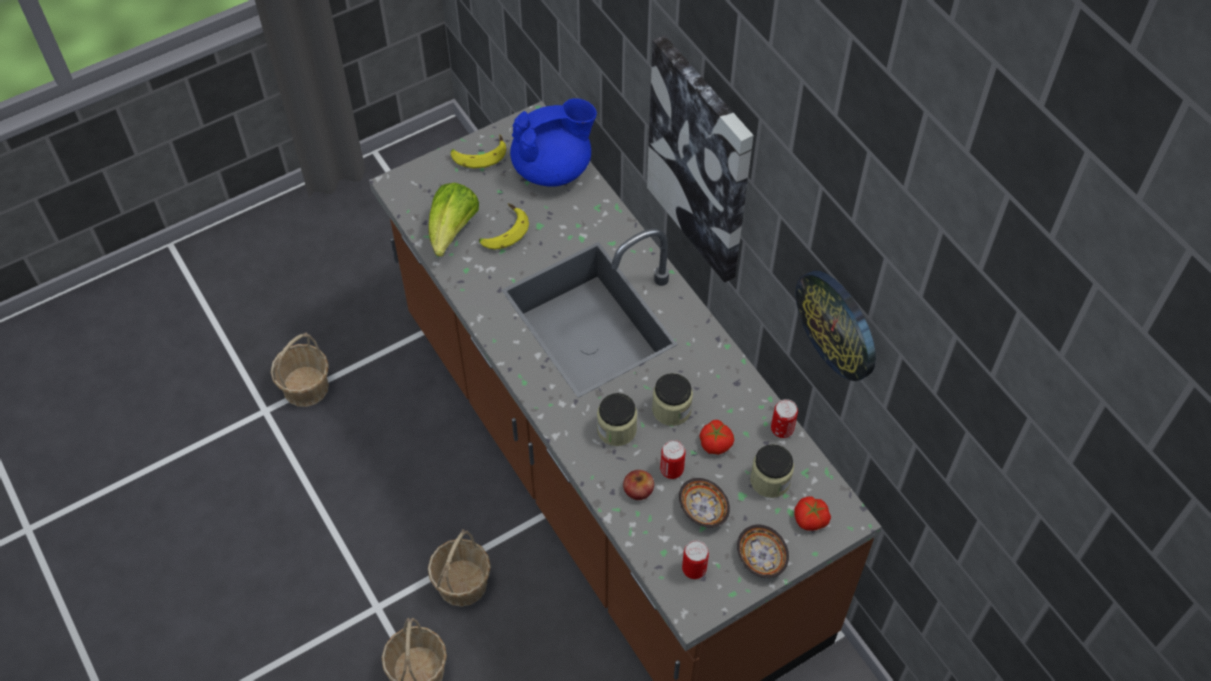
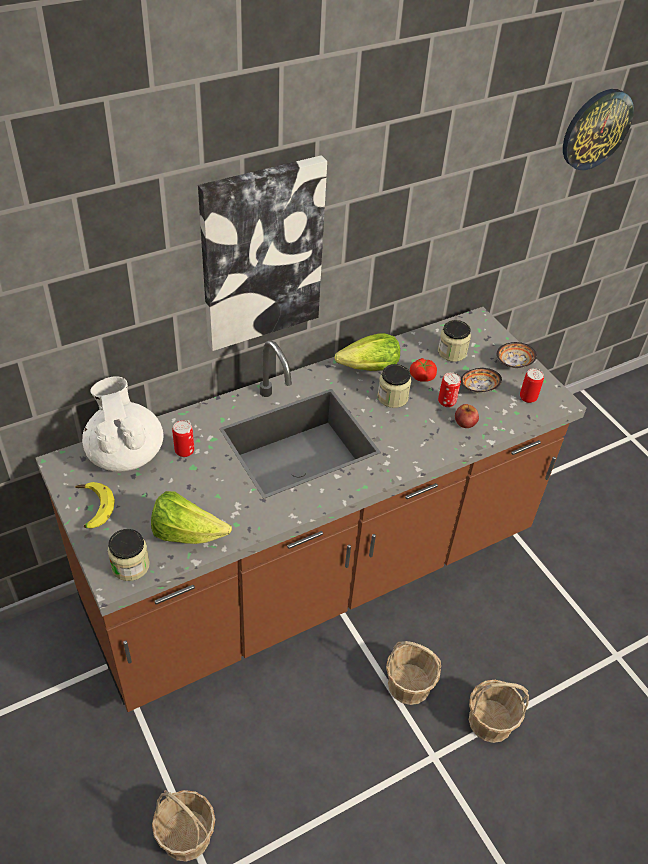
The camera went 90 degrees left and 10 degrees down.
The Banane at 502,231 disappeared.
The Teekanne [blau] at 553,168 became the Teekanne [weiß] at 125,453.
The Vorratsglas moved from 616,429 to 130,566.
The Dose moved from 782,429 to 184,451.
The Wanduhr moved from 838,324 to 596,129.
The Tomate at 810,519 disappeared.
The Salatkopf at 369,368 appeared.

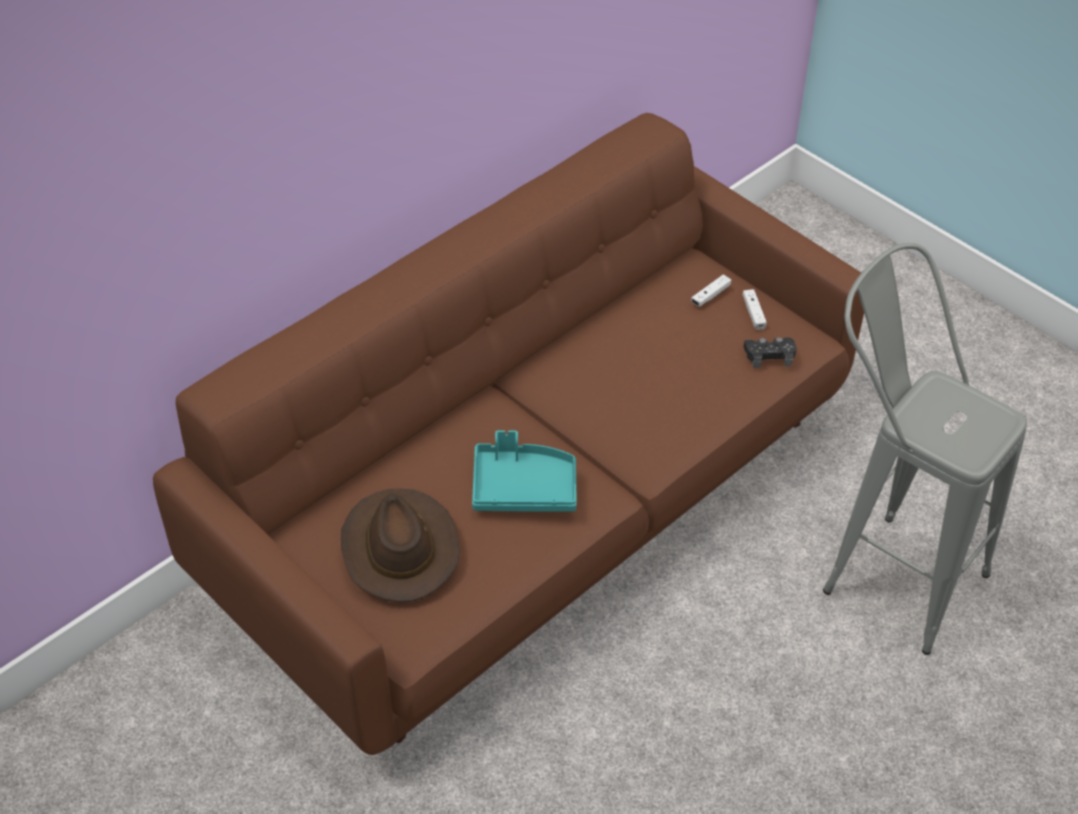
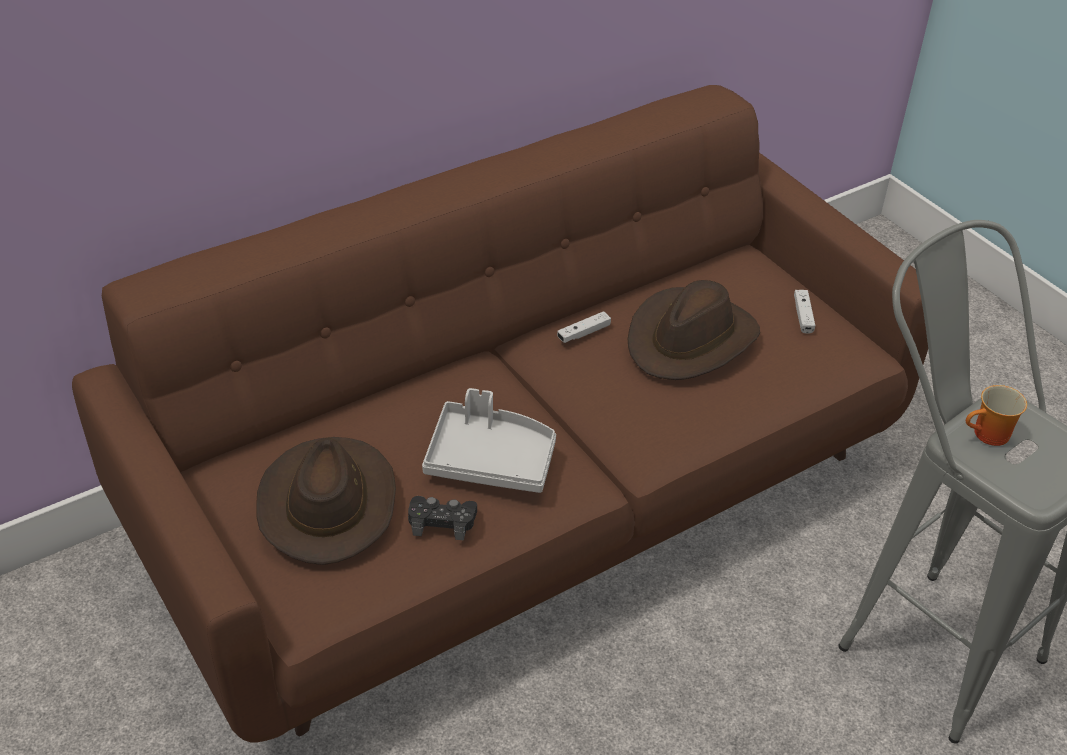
The camera went 10 degrees right and 5 degrees down.
The Tablett [türkis] at 523,487 became the Tablett [grau] at 490,459.
The Gamepad [weiß] moved from 710,295 to 583,333.
The Gamepad [schwarz] moved from 769,355 to 442,521.
The Hut [braun] at 691,339 appeared.
The Henkelbecher at 989,436 appeared.

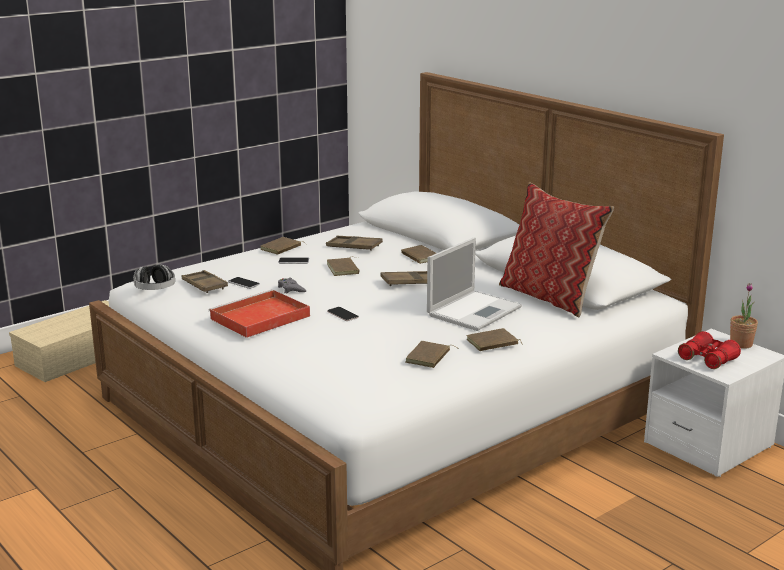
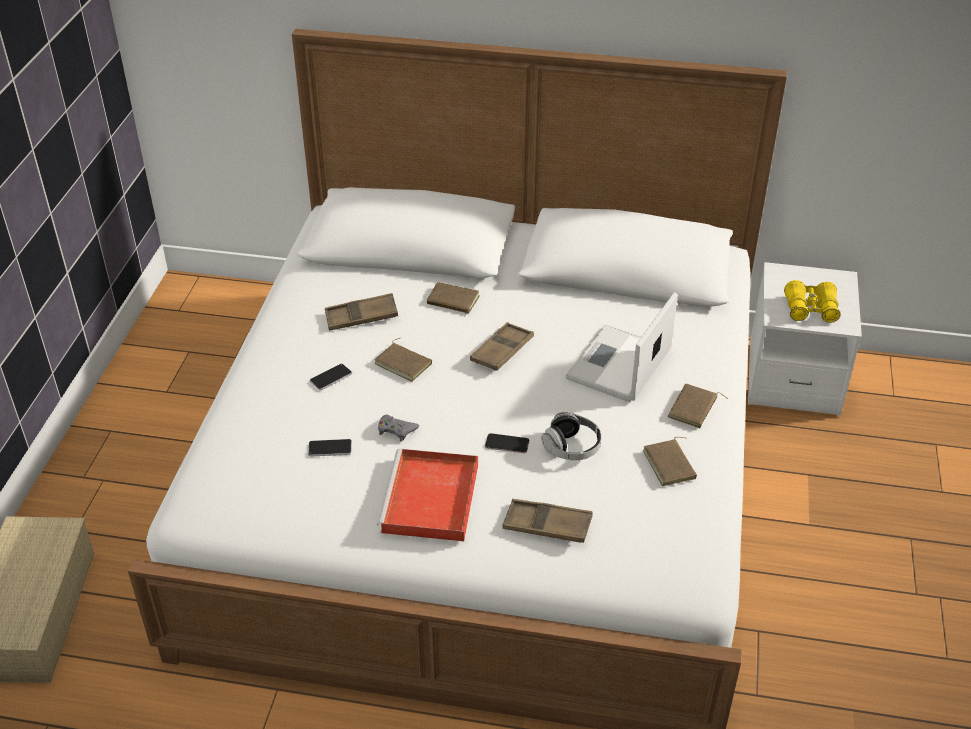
The camera went 40 degrees left and 20 degrees up.
The Kopfhörer moved from 155,289 to 572,447.
The Tablett [braun] moved from 204,285 to 547,525.
The Buch [braun] at 281,248 disappeared.
The Laptop at 475,310 turned 150 degrees counterclockwise.
The Kissen at 550,297 disappeared.
The Fernglas [rot] at 707,359 became the Fernglas [gelb] at 810,309.
The Topfpflanze at 741,344 disappeared.

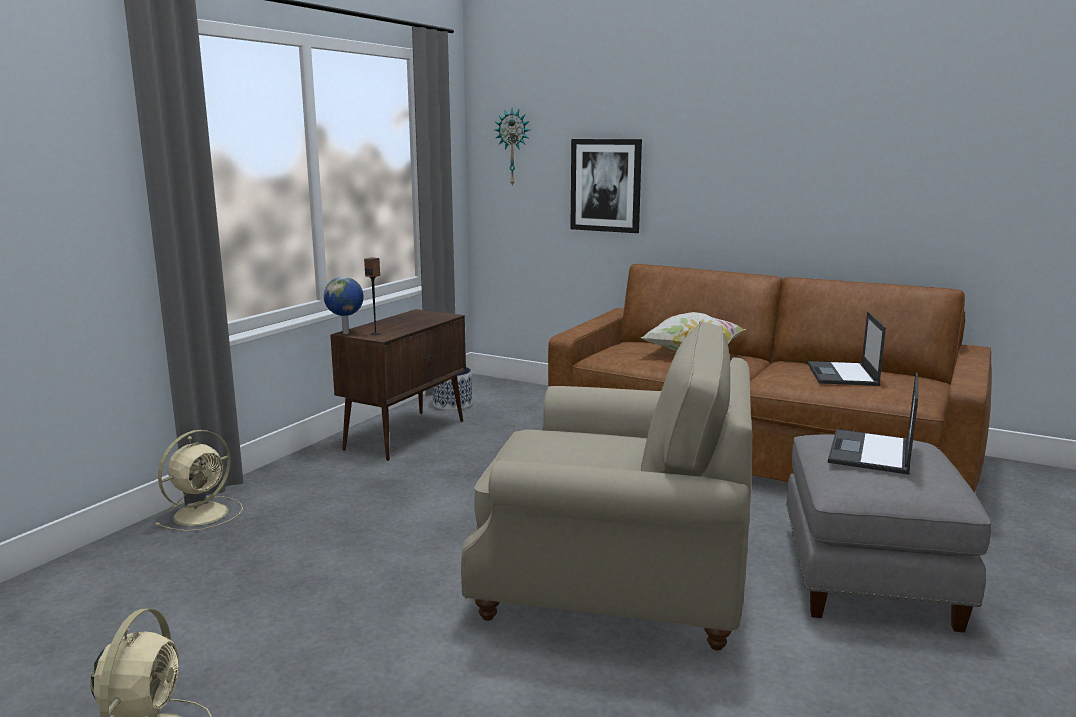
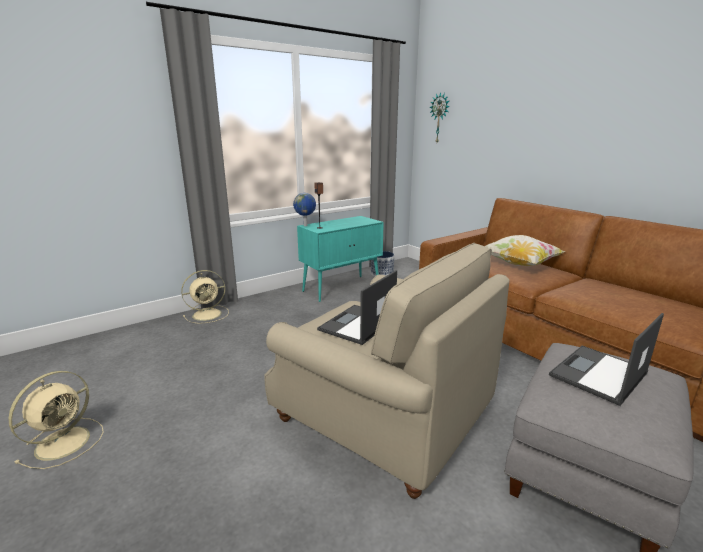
The camera went 25 degrees right and 5 degrees up.
The Schrank [braun] at 406,434 became the Schrank [türkis] at 342,288.
The Bild at 606,185 disappeared.
The Laptop moved from 843,374 to 357,325.

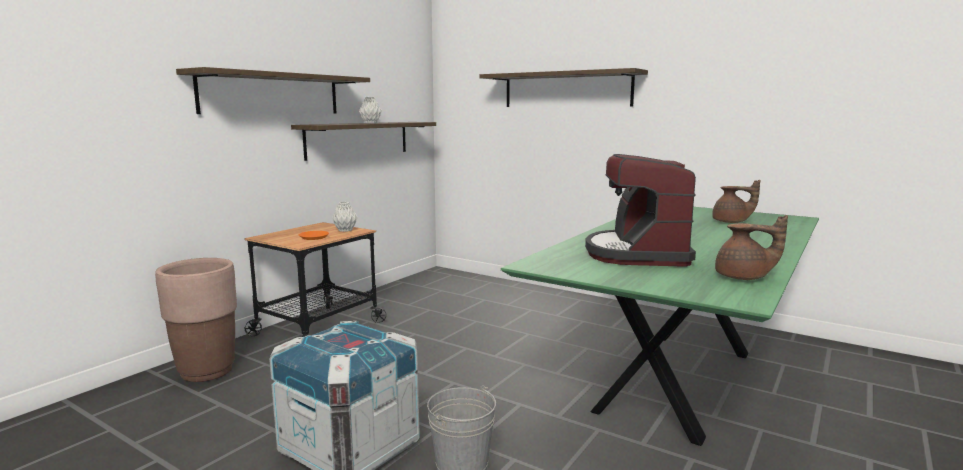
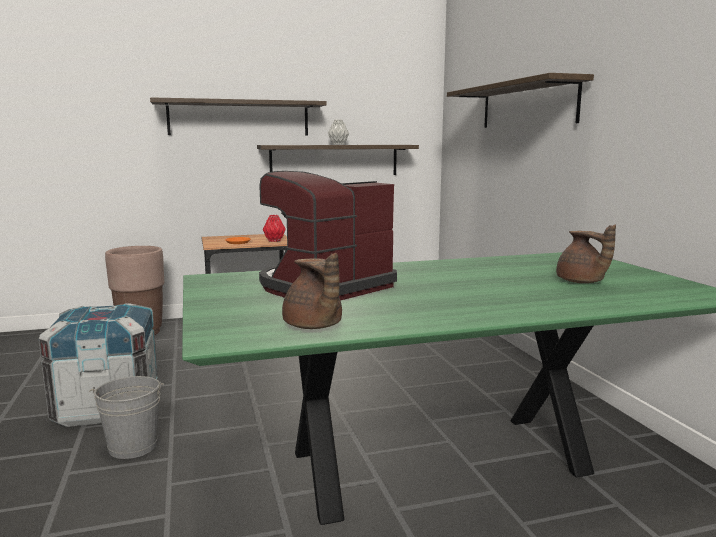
The camera went 40 degrees right and 0 degrees up.
The Vase [grau] at 345,230 became the Vase [rot] at 274,241.

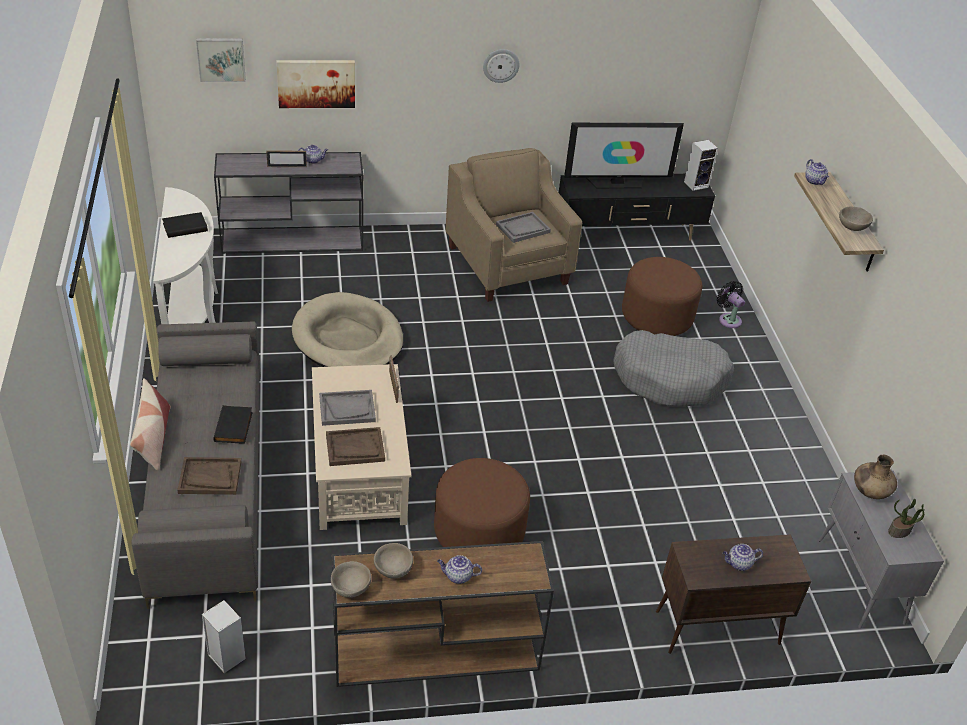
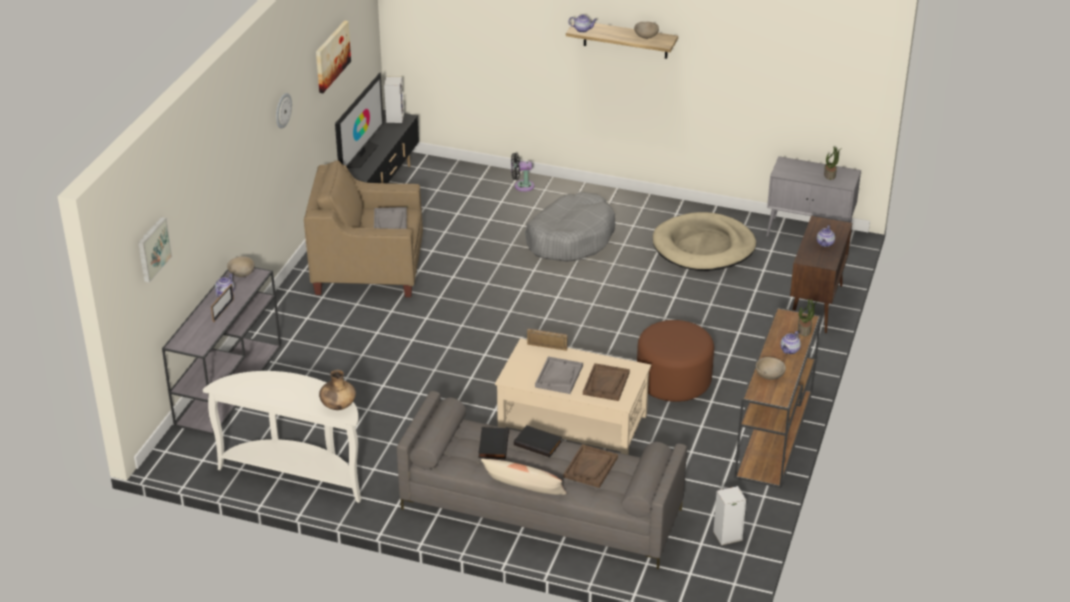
The camera went 60 degrees left and 5 degrees down.
The Buch [schwarz] moved from 185,226 to 492,445.
The Bild moved from 316,83 to 331,56.
The Hundebett [beige] moved from 348,338 to 703,246.
The Schüssel [beige] moved from 350,587 to 241,274.
The Polsterhocker [braun] at 657,316 disappeared.
The Vase [braun] moved from 869,491 to 338,406.
The Topfpflanze at 804,330 appeared.

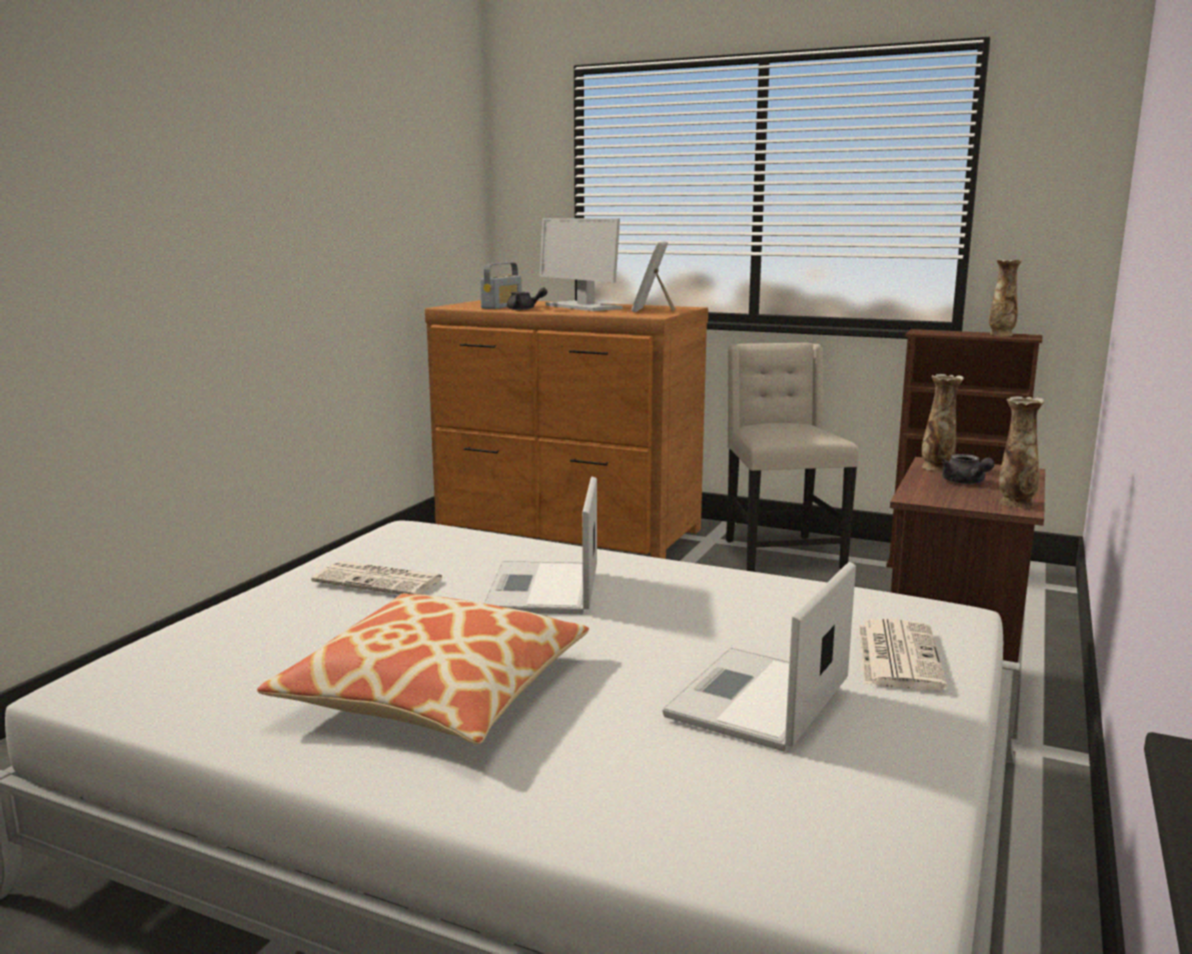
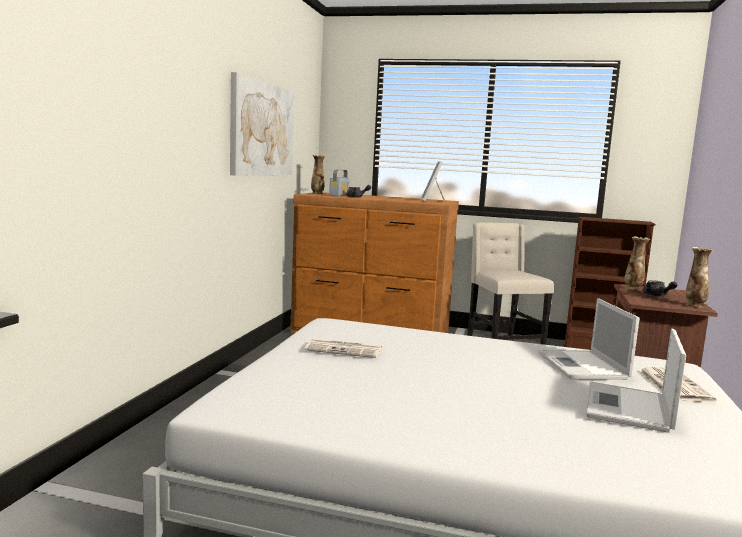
The camera went 10 degrees left and 5 degrees down.
The Kissen at 437,691 disappeared.
The Laptop moved from 543,590 to 583,366.
The Monitor at 582,307 disappeared.
The Vase moved from 1001,334 to 317,194.
The Bild at 262,129 appeared.

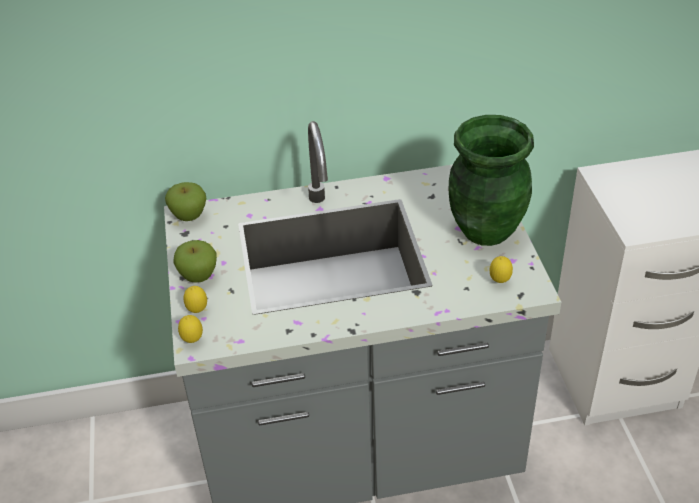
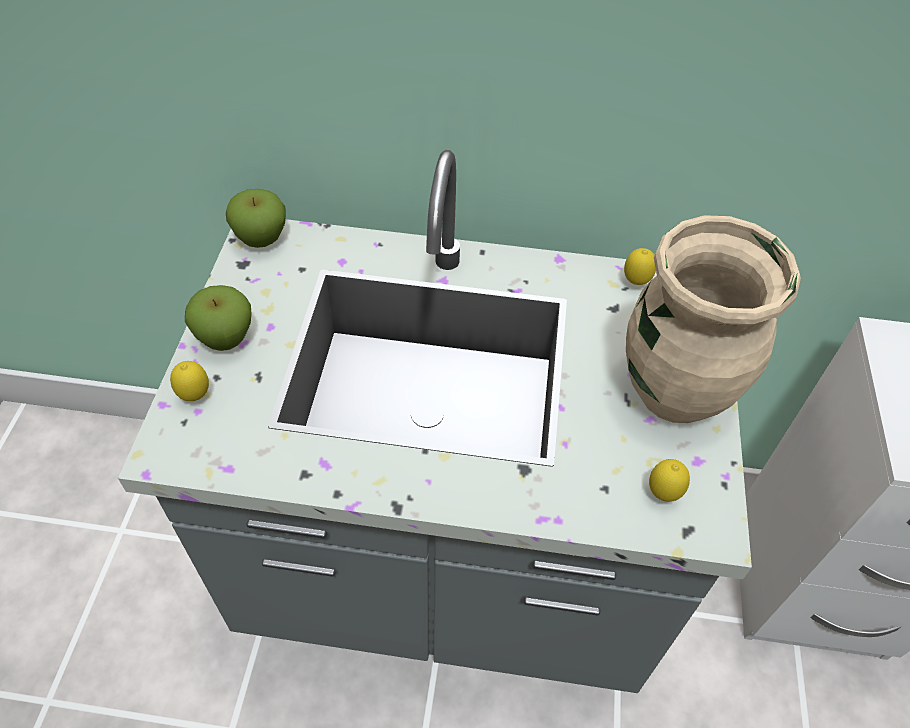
The camera went 15 degrees right and 10 degrees up.
The Zitrone moved from 192,341 to 635,282.
The Vase [grün] at 486,229 became the Vase [beige] at 675,391.

